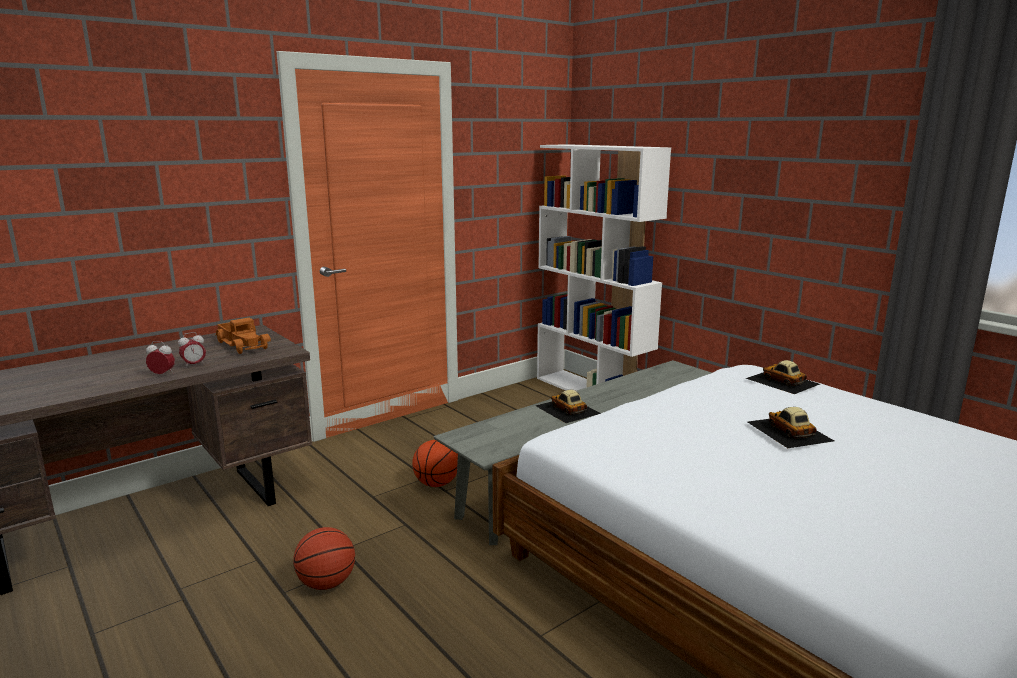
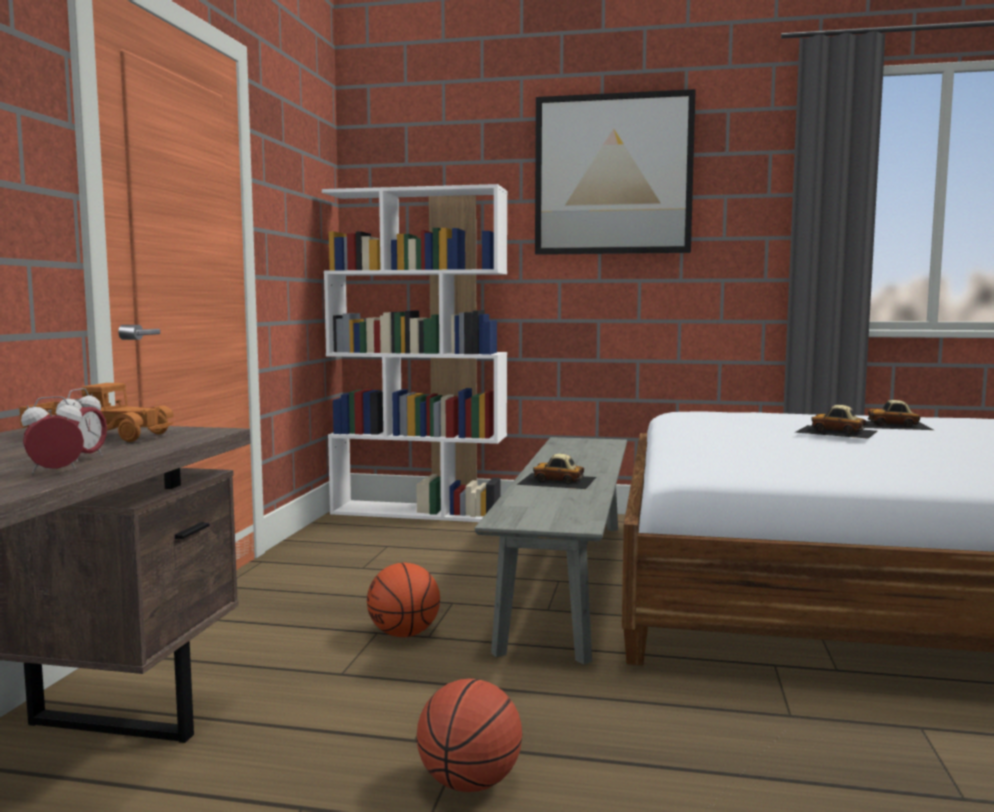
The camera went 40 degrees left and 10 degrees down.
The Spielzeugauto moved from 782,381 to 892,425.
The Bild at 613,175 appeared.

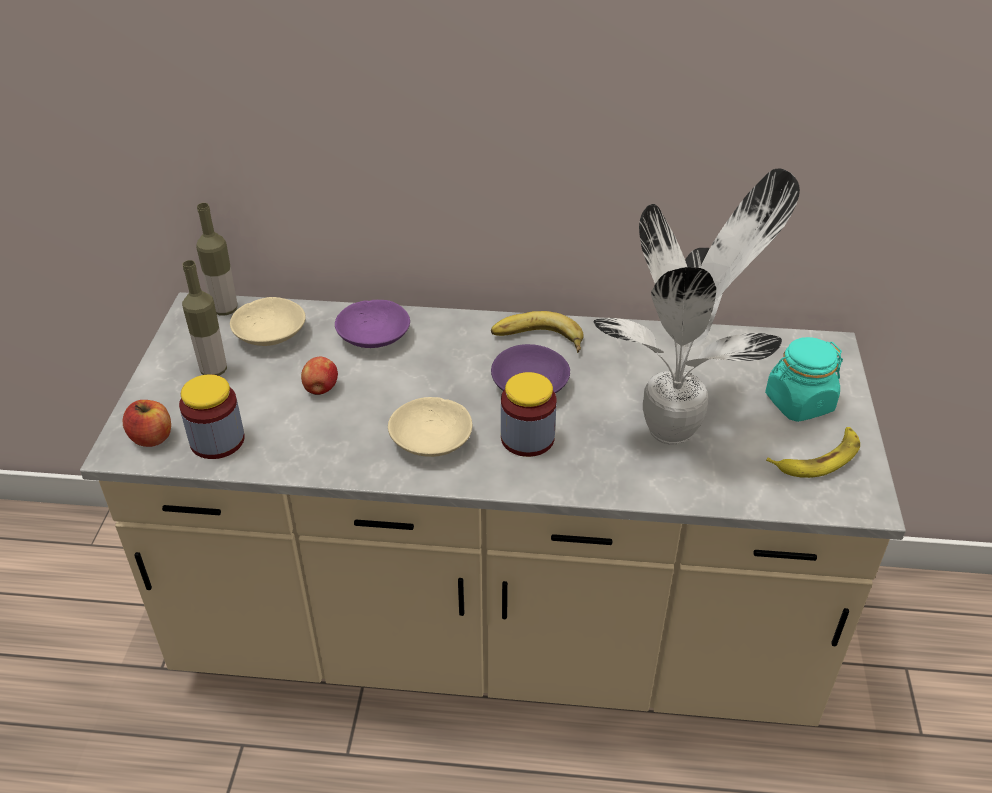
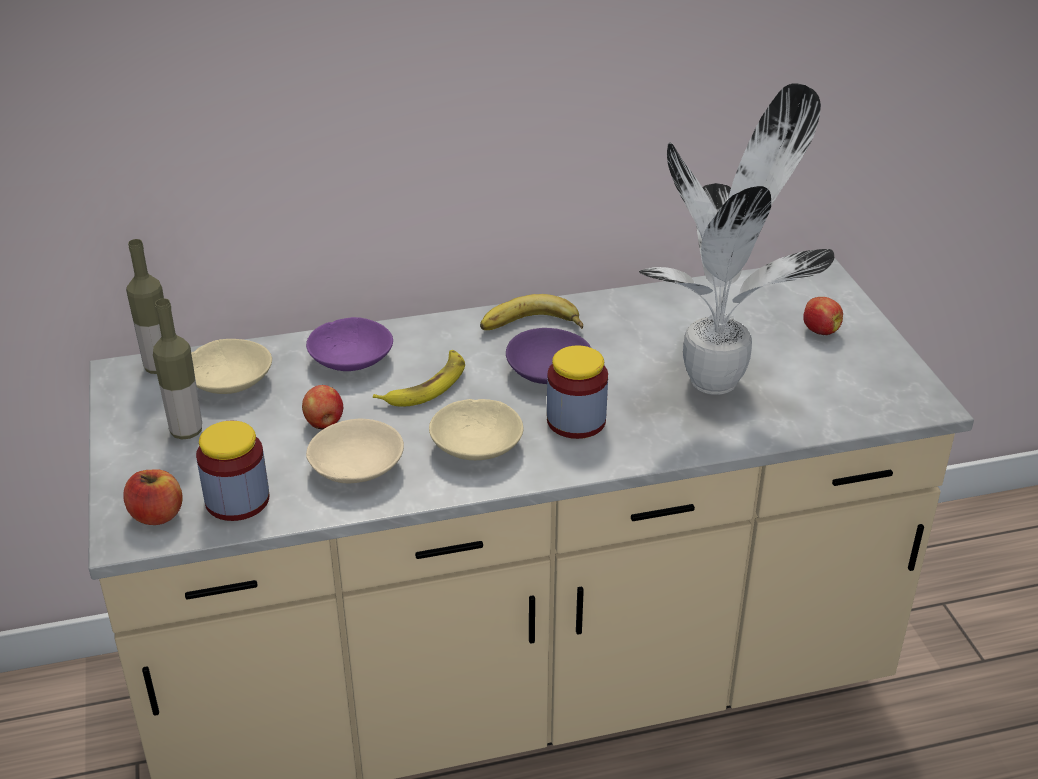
The camera went 20 degrees left and 5 degrees down.
The Vorratsglas [türkis] at 798,403 was replaced by the Apfel at 819,330.
The Banane moved from 818,458 to 426,385.
The Schüssel [beige] at 355,467 appeared.

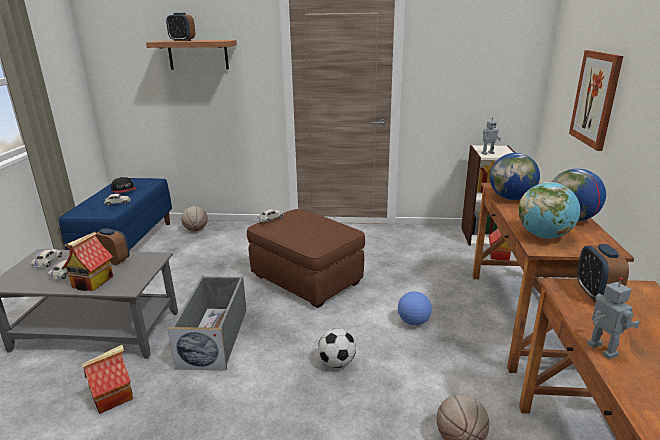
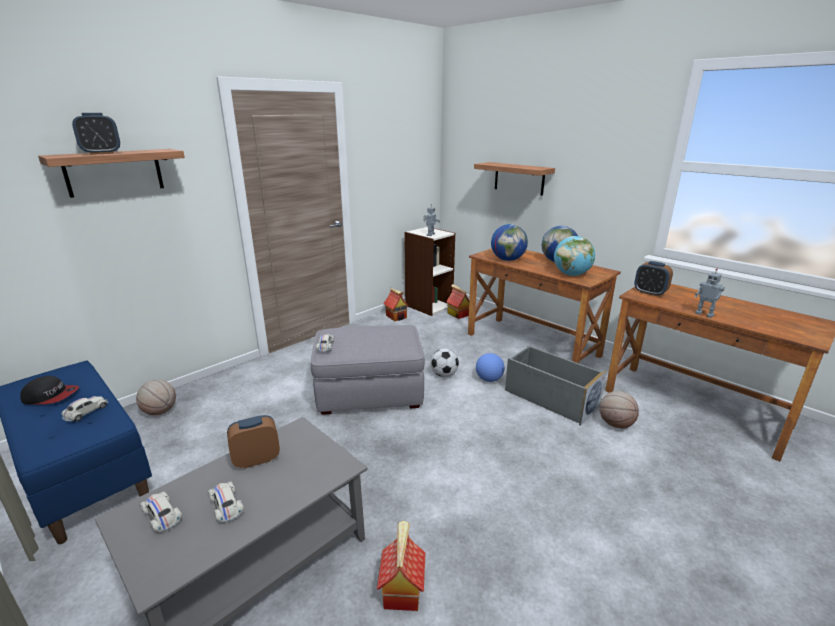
The camera went 50 degrees left and 0 degrees up.
The Spielzeughaus moved from 93,282 to 396,316.
The Aufbewahrungsbox [grau] moved from 214,336 to 550,398.
The Polsterhocker [braun] at 306,279 became the Polsterhocker [grau] at 369,393.
The Fußball moved from 337,363 to 444,374.
The Bild at 595,98 was replaced by the Wandregal at 519,178.
The Spielzeugroboter at 600,350 turned 150 degrees counterclockwise.

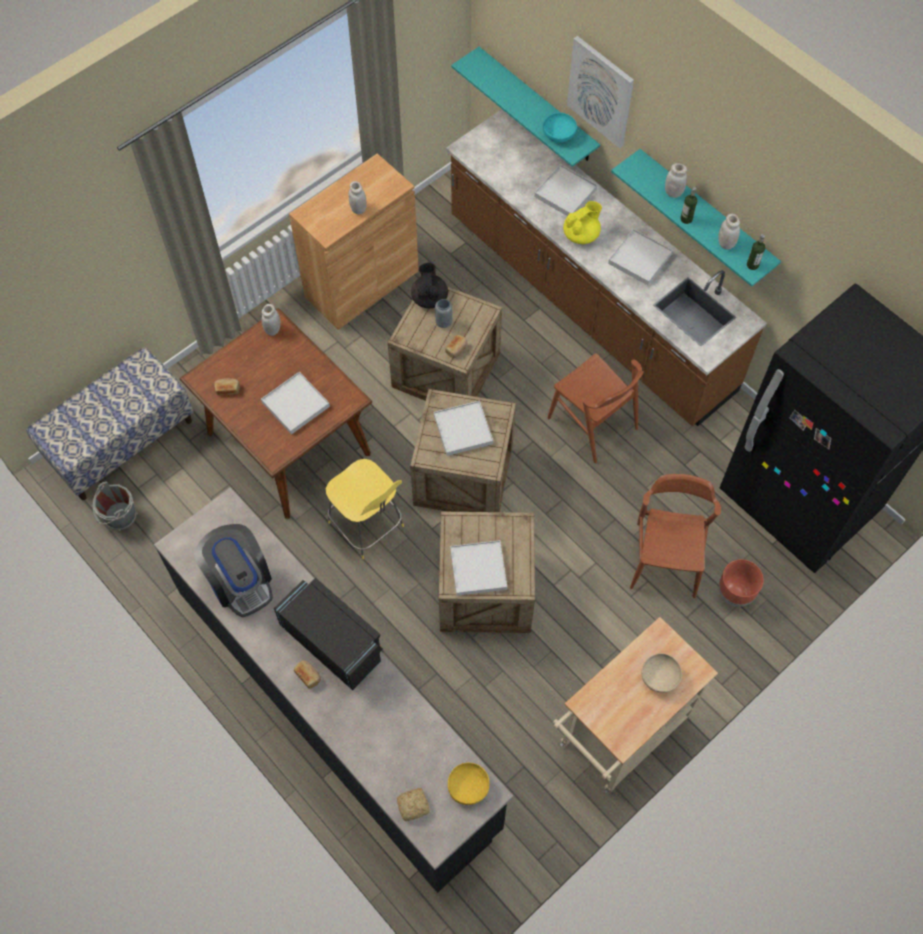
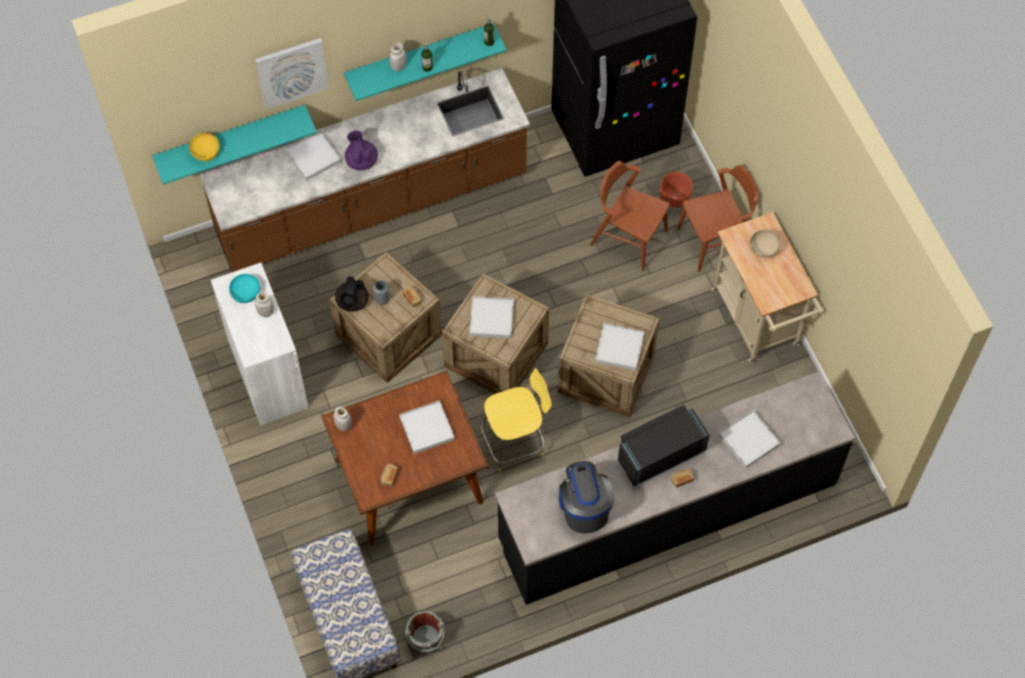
The camera went 70 degrees left and 0 degrees up.
The Kaffeemaschine at 240,581 turned 90 degrees counterclockwise.
The Schrank [braun] at 362,284 became the Schrank [weiß] at 268,374.
The Brot at 414,806 disappeared.
The Teekanne [schwarz] at 429,298 turned 90 degrees counterclockwise.
The Schüssel [gelb] moved from 468,786 to 205,152.
The Schüssel [türkis] moved from 559,135 to 246,293.
The Stuhl [braun] moved from 593,423 to 715,240.
The Teekanne [gelb] at 581,235 became the Teekanne [lila] at 361,160.
The Tablett [weiß] moved from 640,259 to 749,440.
The Vorratsglas [weiß] at 726,243 disappeared.

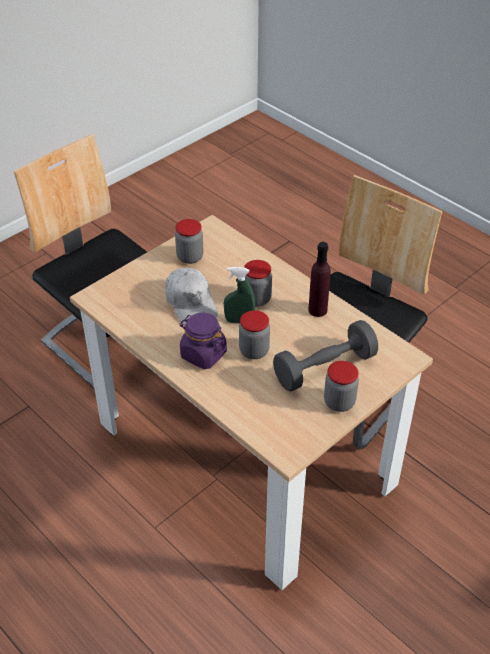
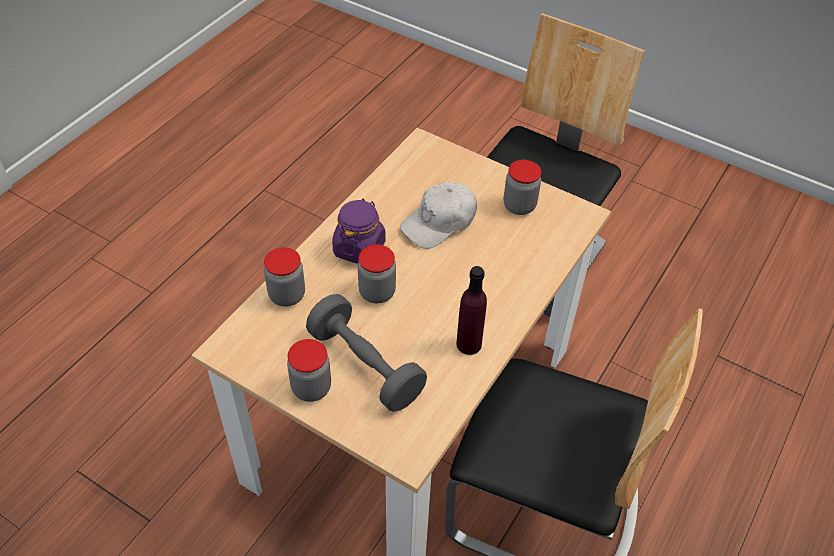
The camera went 75 degrees right and 5 degrees up.
The Sprühflasche [grün] at 239,320 disappeared.
The Vorratsglas moved from 257,299 to 287,295.

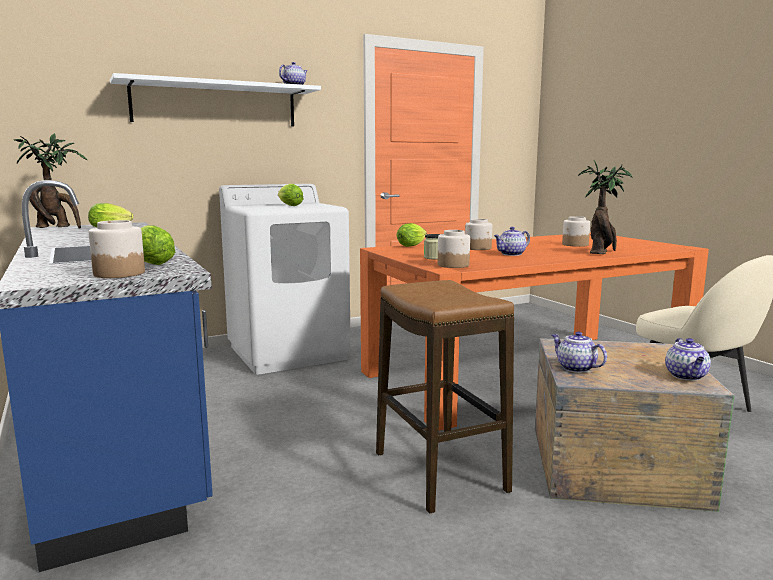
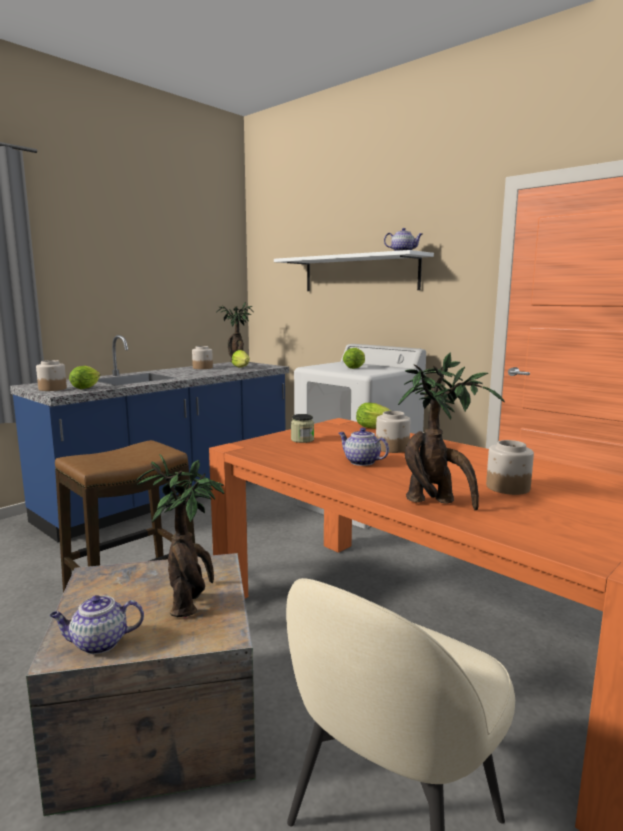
The camera went 70 degrees right and 0 degrees up.
The Vorratsglas moved from 453,265 to 203,368.
The Teekanne at 575,368 disappeared.
The Topfpflanze at 190,602 appeared.

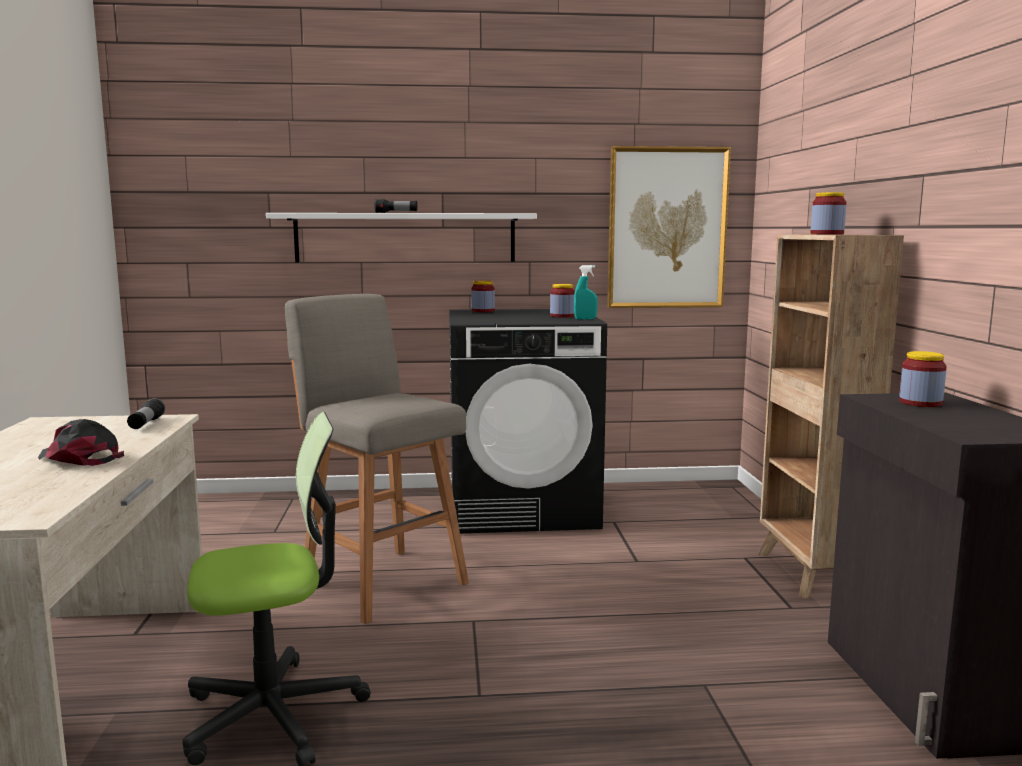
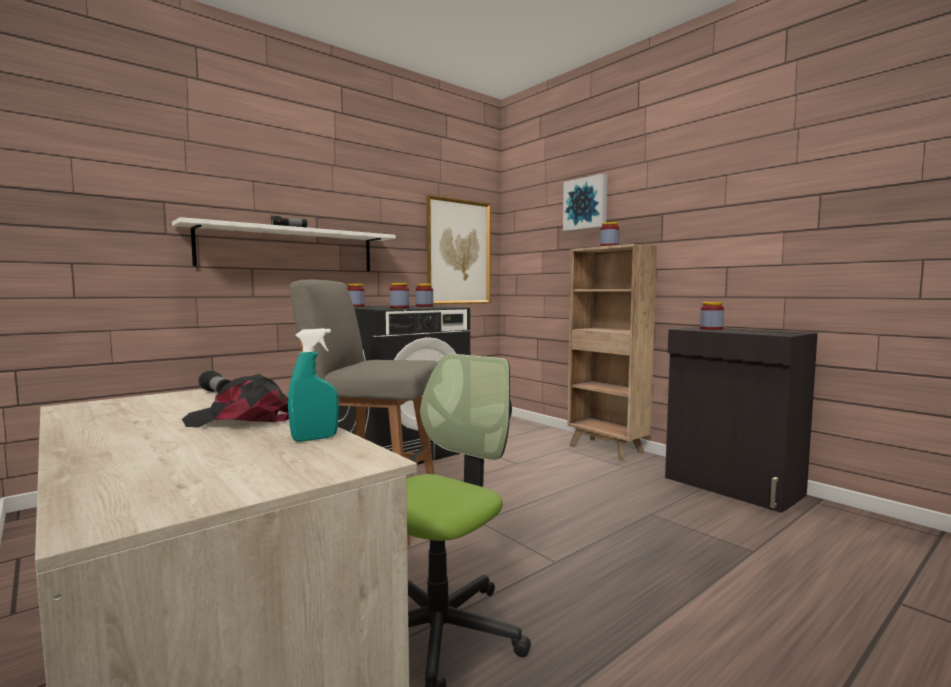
The camera went 35 degrees left and 5 degrees down.
The Sprühflasche [türkis] moved from 585,319 to 315,438.
The Vorratsglas at 399,308 appeared.
The Bild at 586,204 appeared.

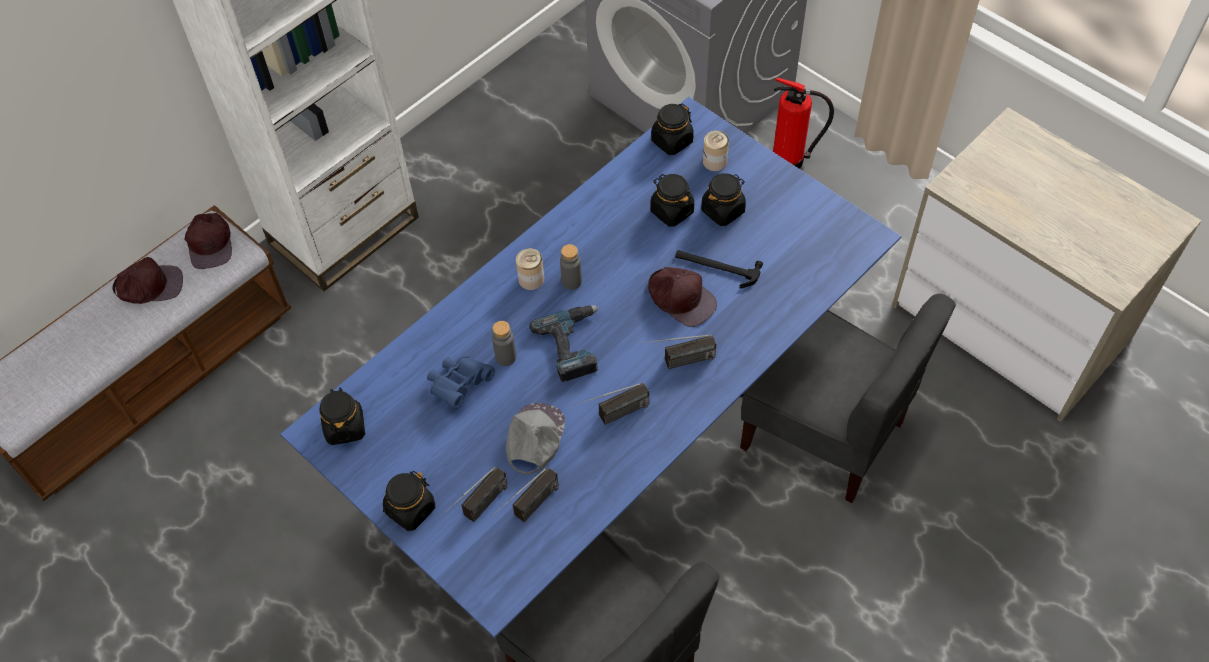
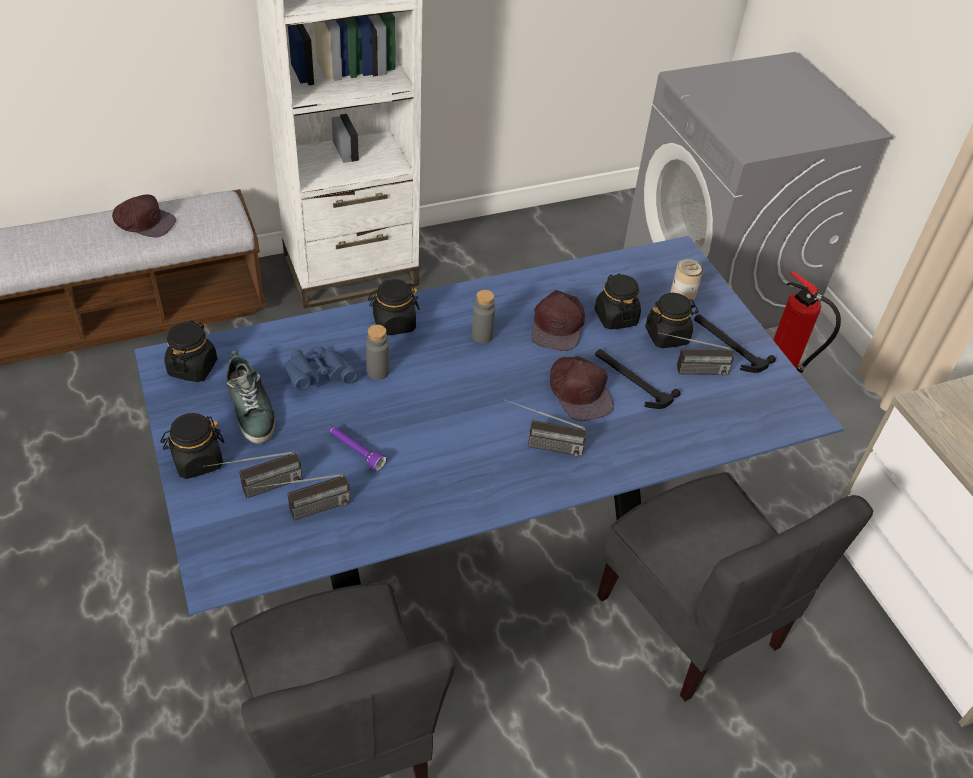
The camera went 20 degrees right and 10 degrees down.
The Kappe [braun] moved from 210,243 to 558,325.
The Kappe [grau] at 534,439 was replaced by the Taschenlampe [lila] at 356,451.
The Dose at 531,279 disappeared.
The Bohrmaschine at 574,345 disappeared.
The Radio moved from 612,416 to 689,371.
The Vorratsglas [schwarz] moved from 671,141 to 394,323.
The Schuh at 252,409 appeared.
The Hammer at 728,345 appeared.

